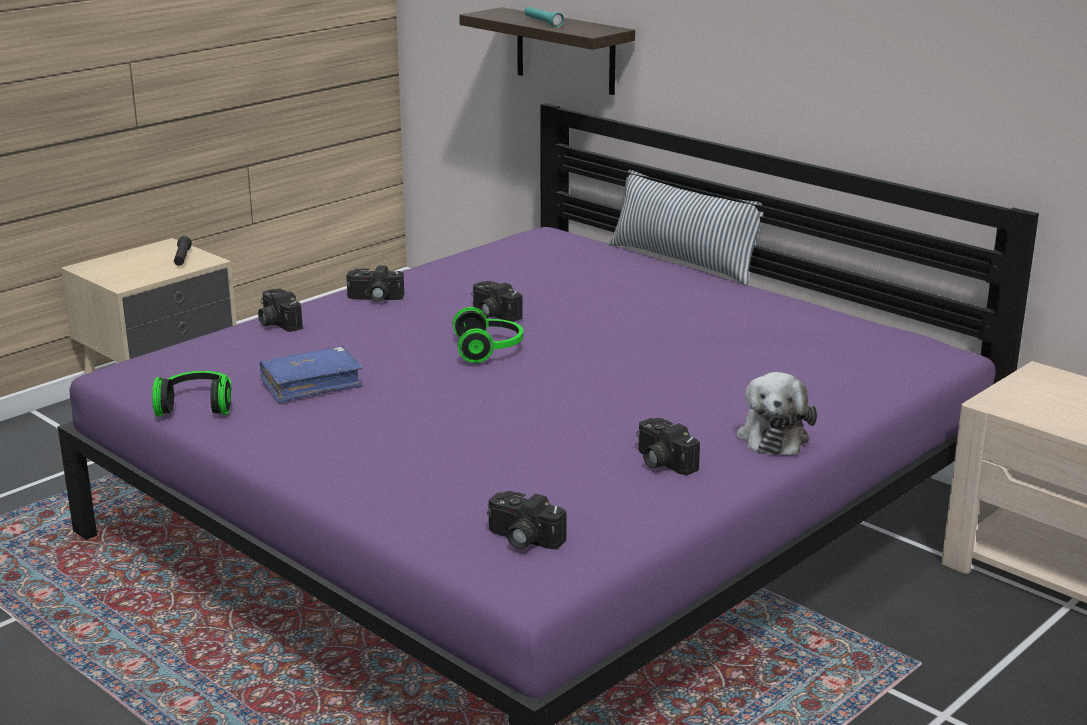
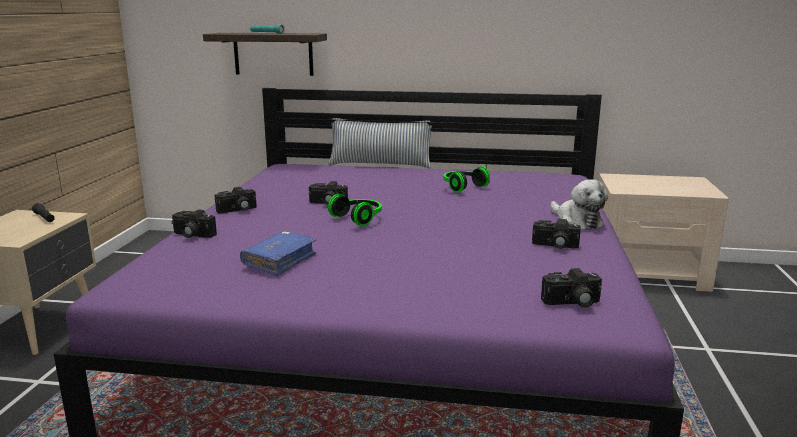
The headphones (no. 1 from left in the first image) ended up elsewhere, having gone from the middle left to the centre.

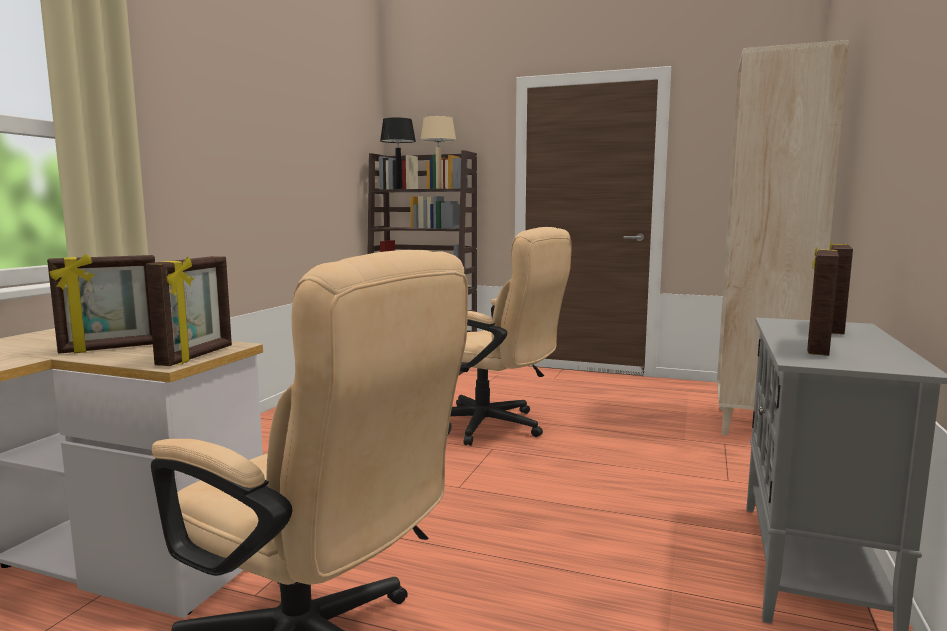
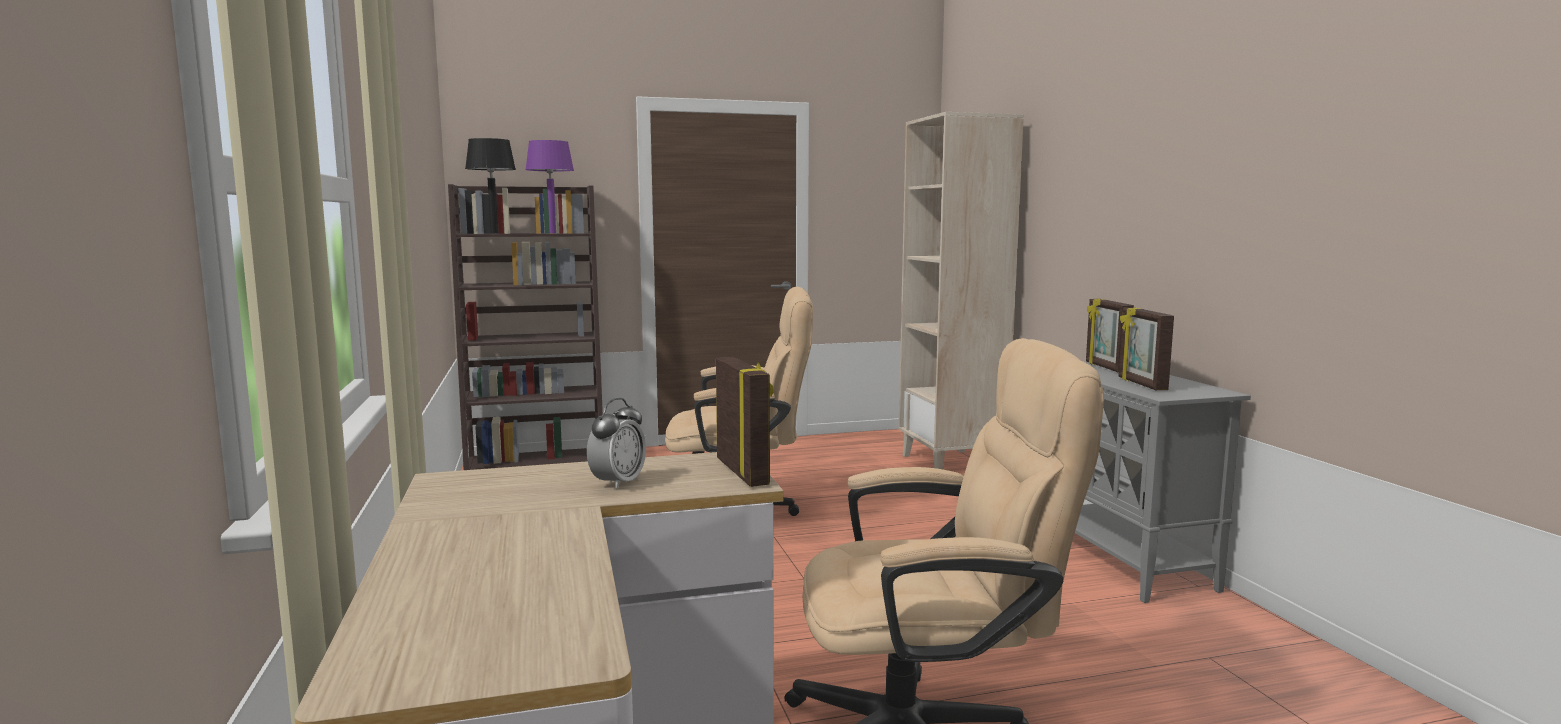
What was the beige table lamp at the top centre turned into the purple-coloured table lamp at the top centre. Where the standing frame (no. 1 from left) stood at the middle left, the alarm clock came to stand at the centre.

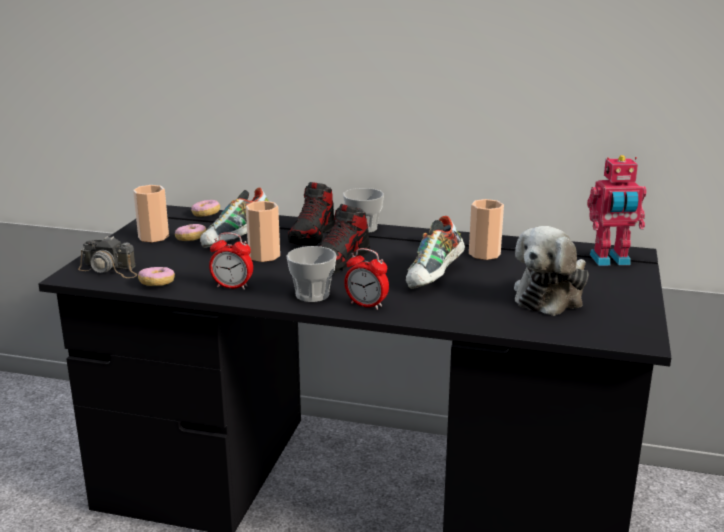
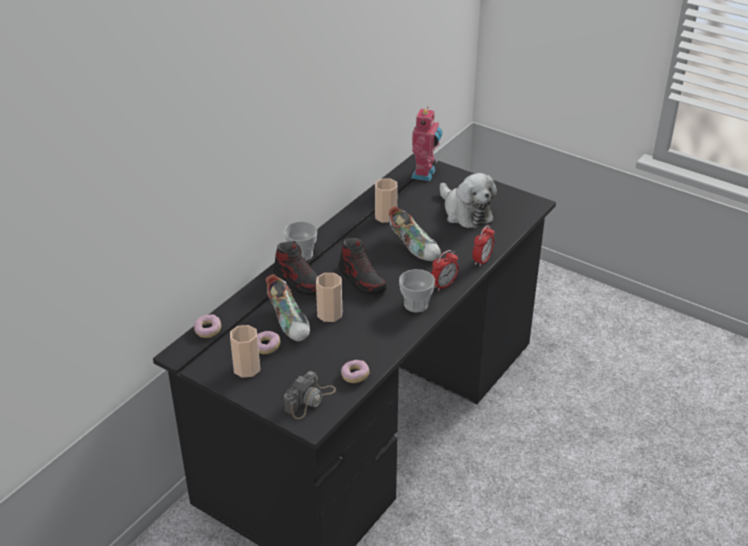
The alarm clock (no. 1 from left in the first image) ended up elsewhere, having gone from the middle left to the centre.

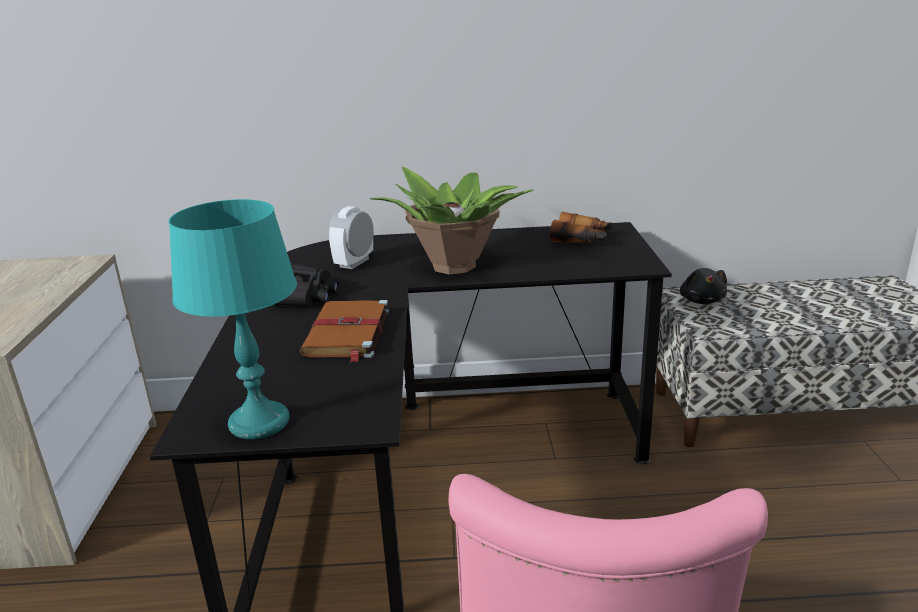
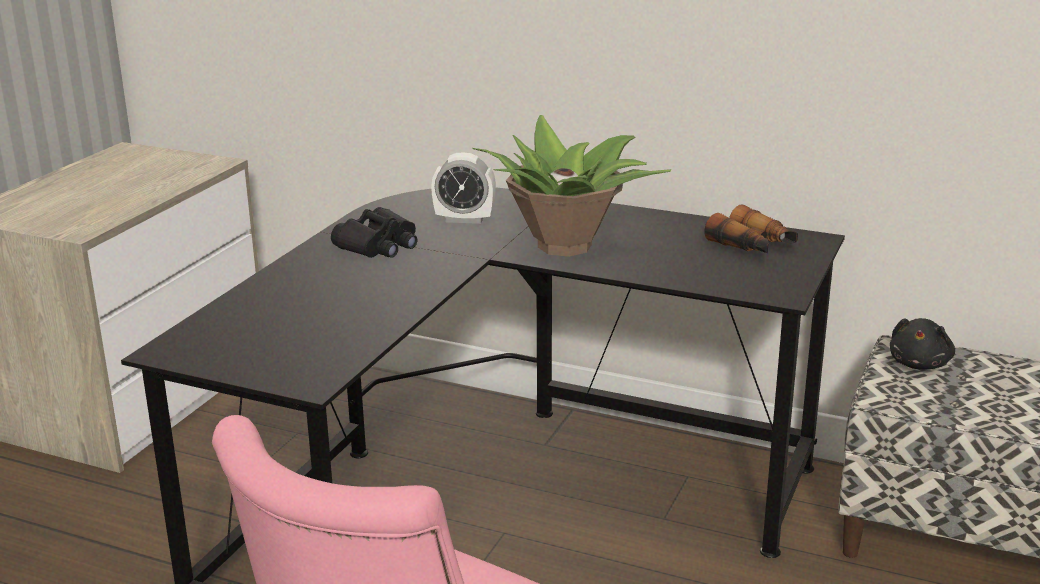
The alarm clock at the centre ended up facing another way, 135 degrees counterclockwise from before. The second view lost the turquoise-coloured table lamp at the middle left. The second view lost the brown-coloured volume at the centre.

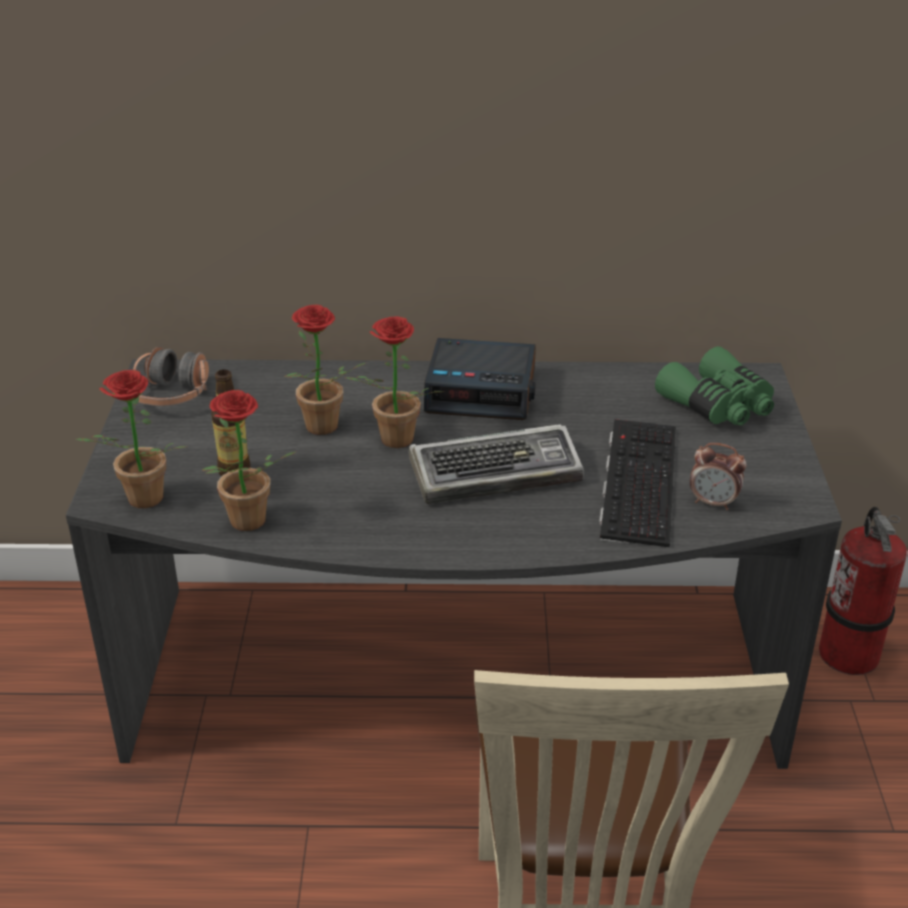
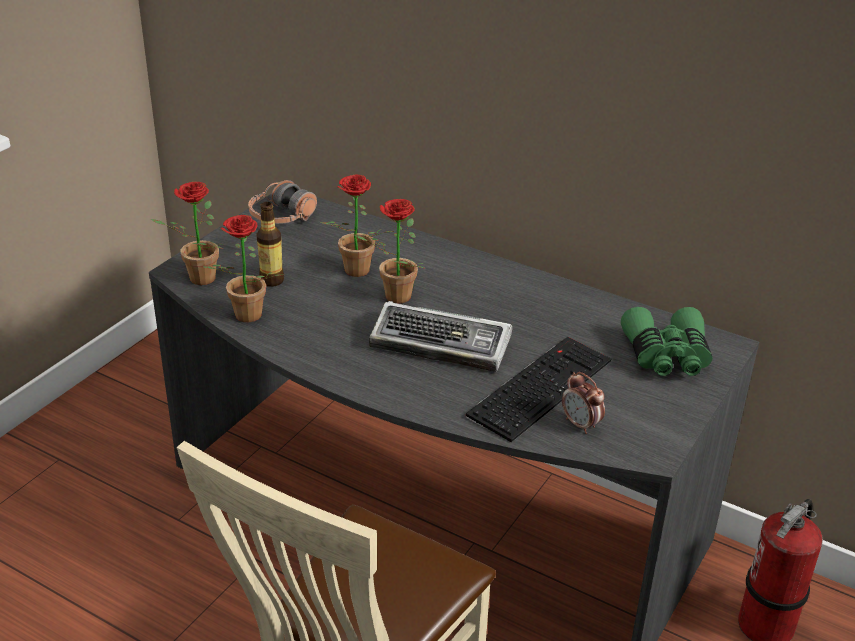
The second view lost the alarm clock (no. 1 from left) at the centre.

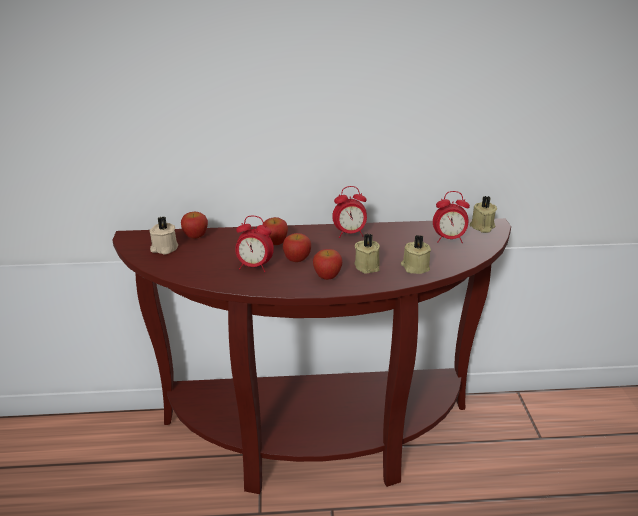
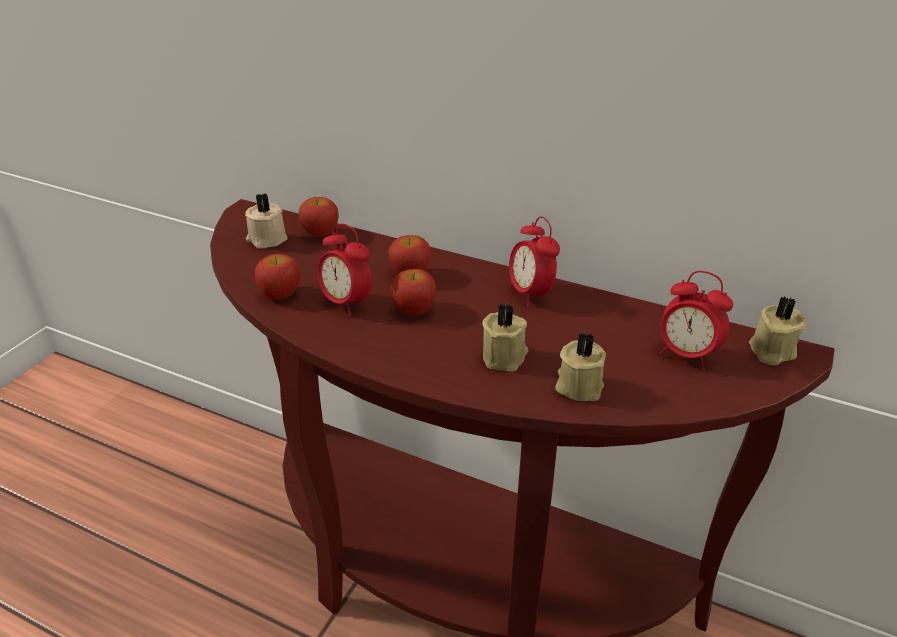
The whole apple (no. 4 from left in the first image) ended up elsewhere, having gone from the centre to the middle left. The alarm clock (no. 2 from left) at the centre ended up facing another way, 45 degrees clockwise from before.

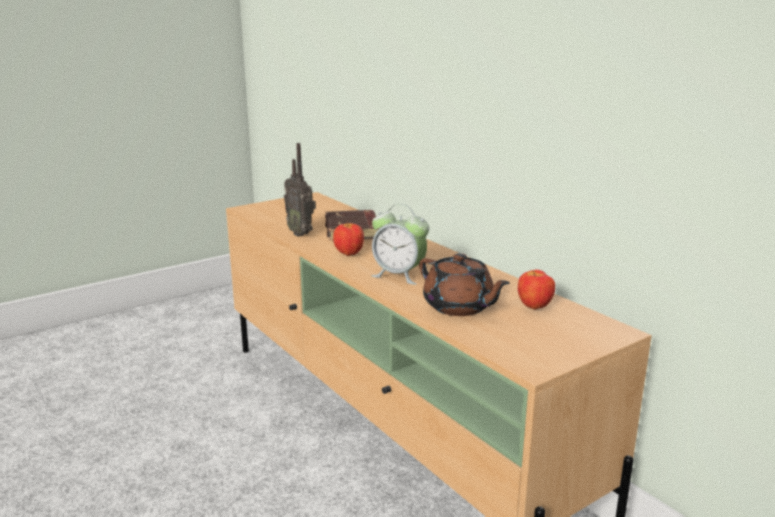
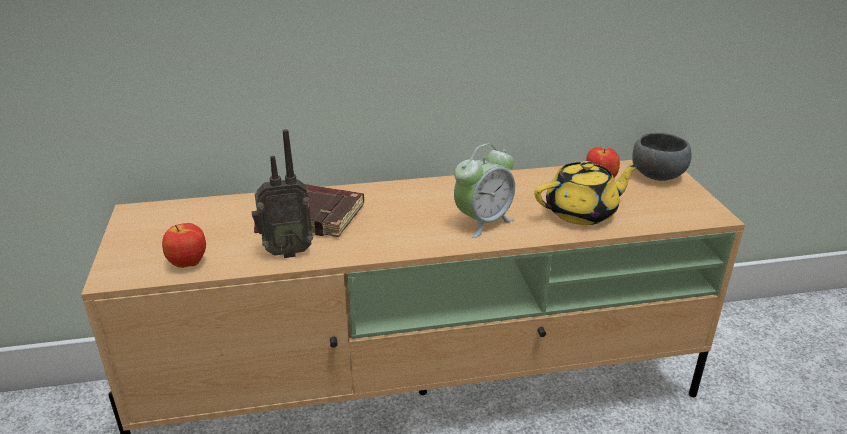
The whole apple (no. 1 from left) ended up elsewhere, having gone from the centre to the middle left. What was the brown-coloured tea pot at the centre turned into the yellowish tea pot at the middle right. The second view gained the gray deep dish at the middle right.

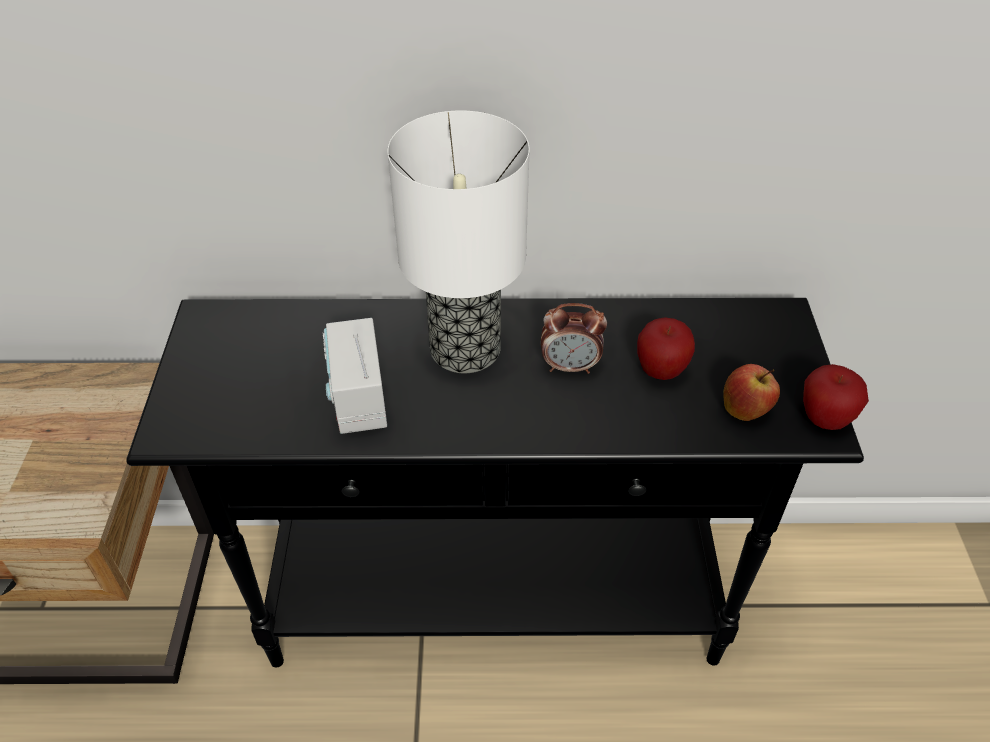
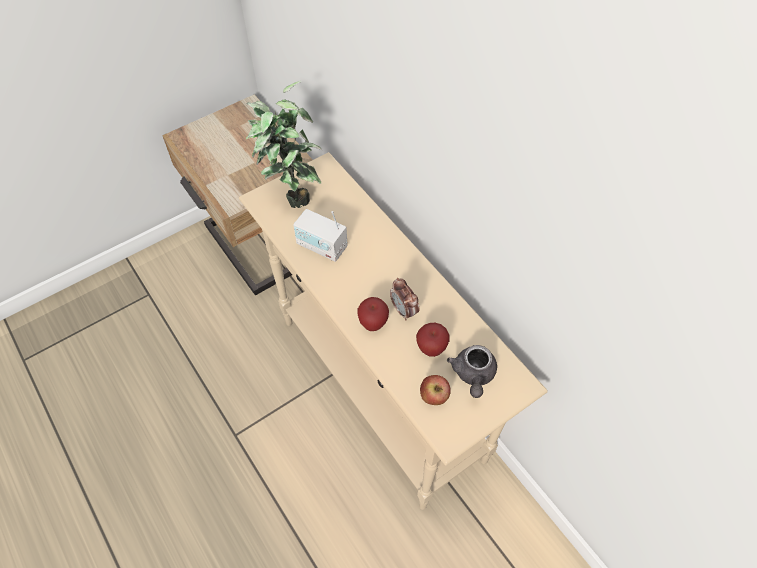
What was the black-coloured narrow table at the centre turned into the beige narrow table at the centre. The second view gained the plant in a pot at the top centre. The radio at the centre ended up facing another way, 105 degrees counterclockwise from before. The whole apple (no. 3 from left in the first image) ended up elsewhere, having gone from the middle right to the centre. The second view gained the gray tea pot at the centre. The second view lost the table lamp at the top centre.

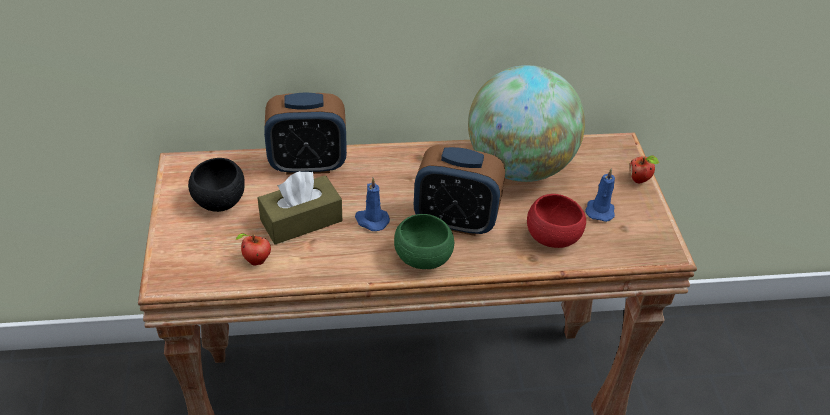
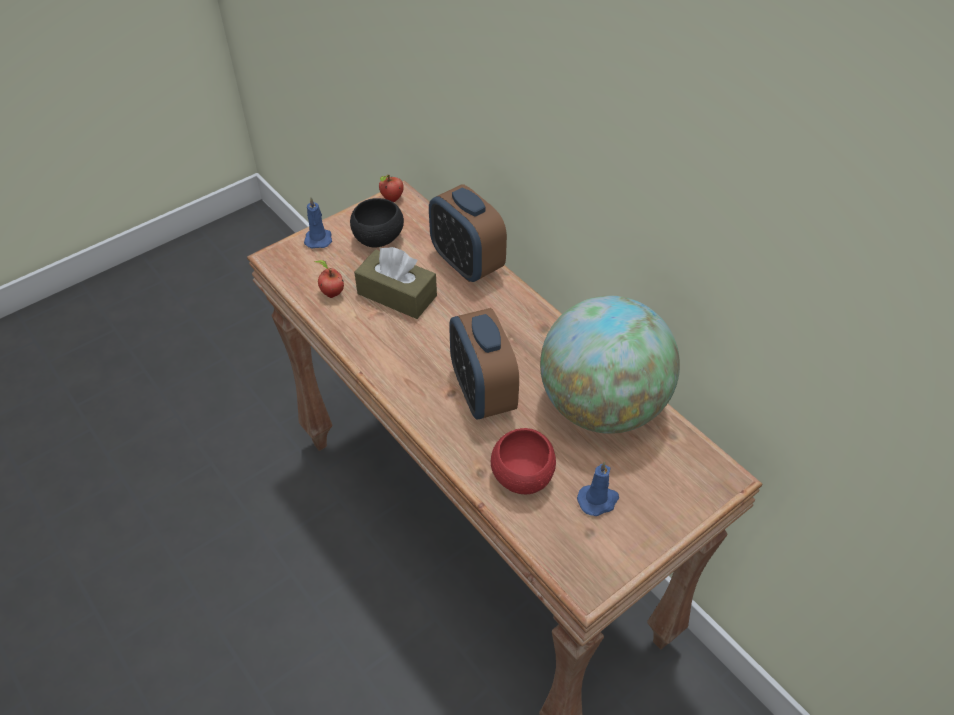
The blue-coloured wax light (no. 1 from left) ended up elsewhere, having gone from the centre to the top centre. The whole apple (no. 2 from left) ended up elsewhere, having gone from the middle right to the top centre. The second view lost the green-coloured deep dish at the centre.

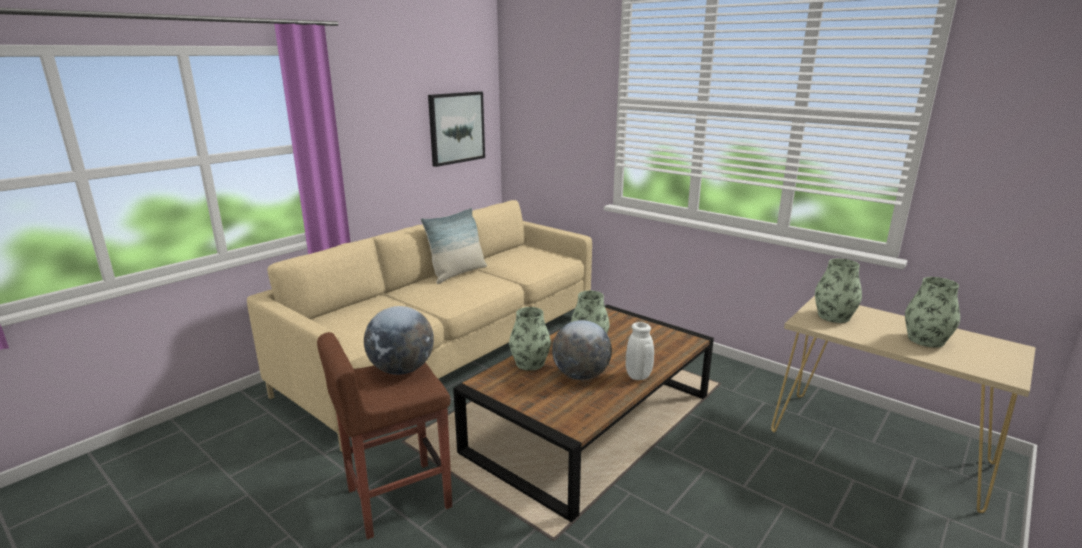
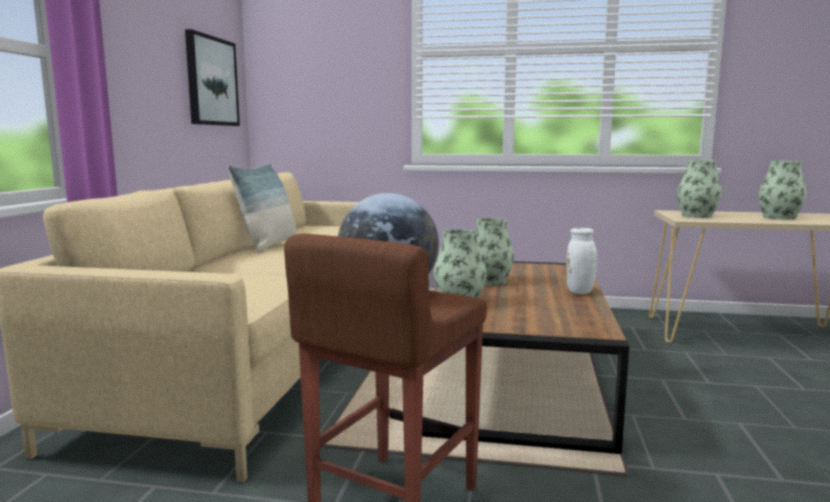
The second view lost the globe (no. 2 from left) at the centre.

